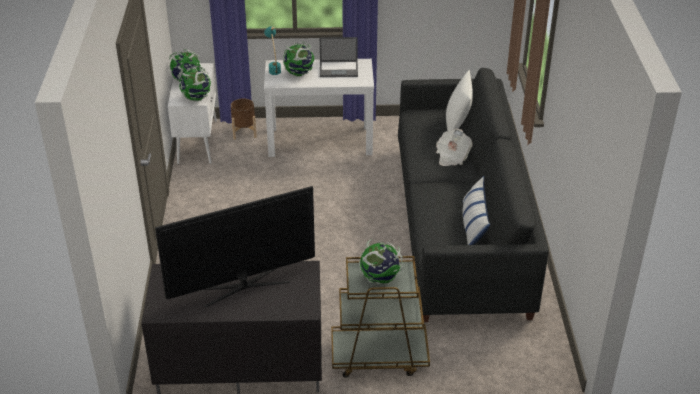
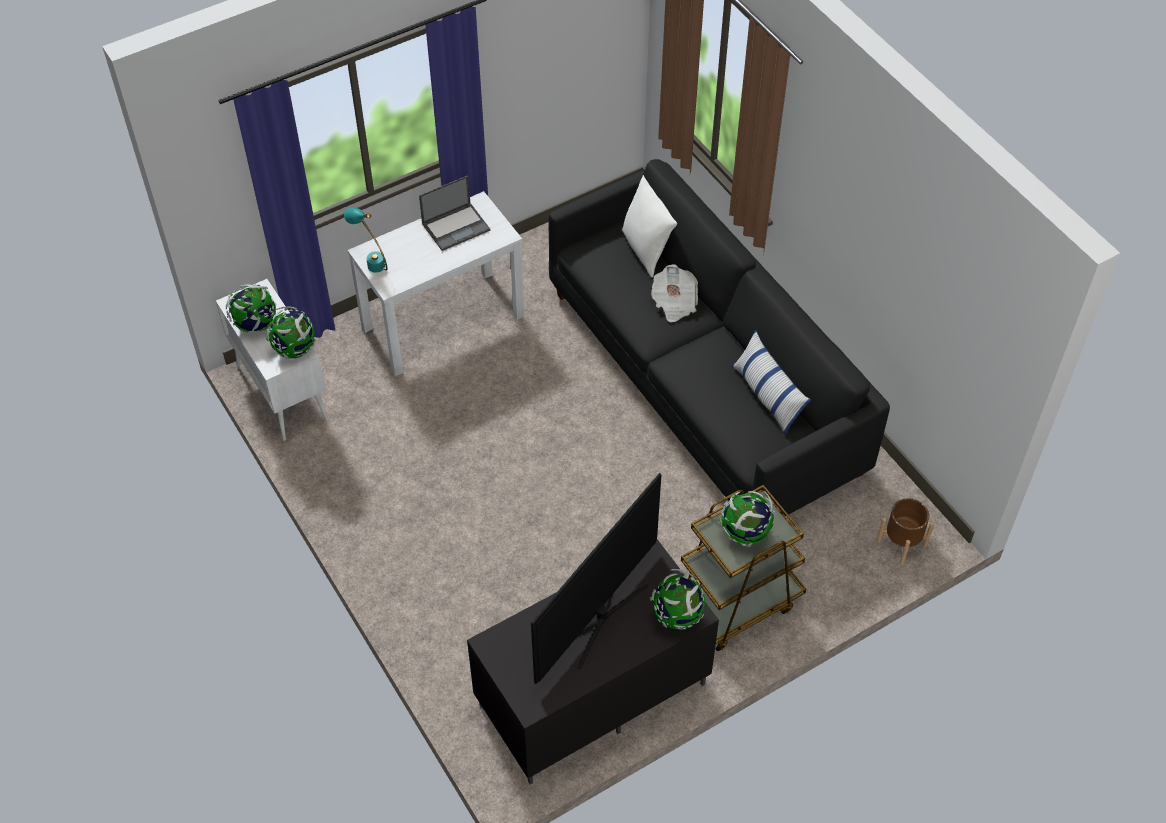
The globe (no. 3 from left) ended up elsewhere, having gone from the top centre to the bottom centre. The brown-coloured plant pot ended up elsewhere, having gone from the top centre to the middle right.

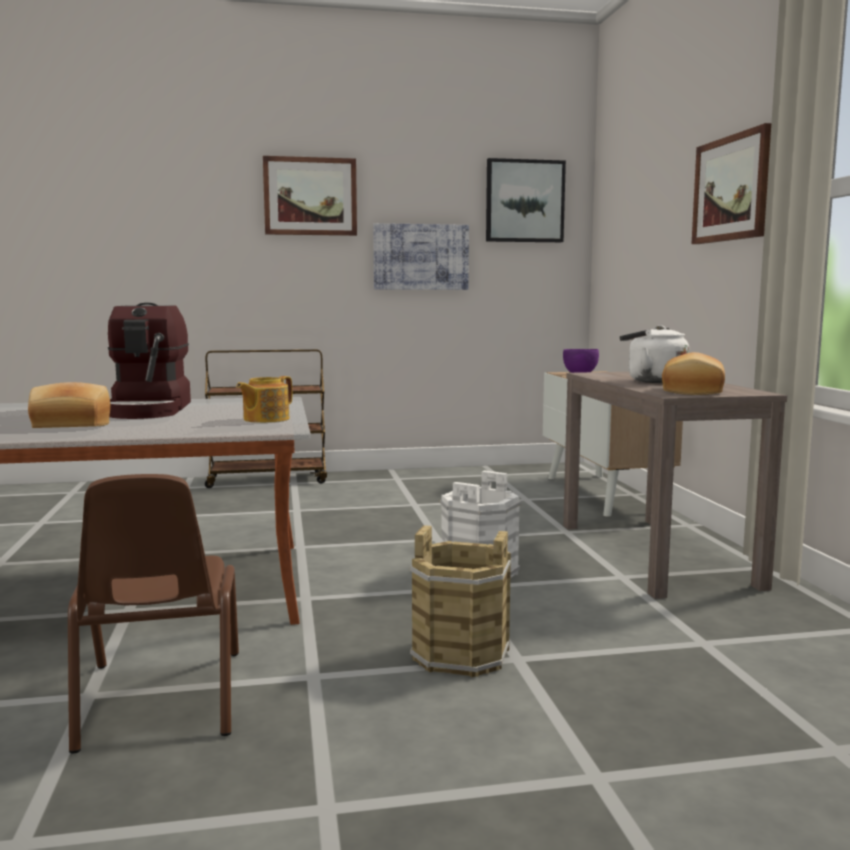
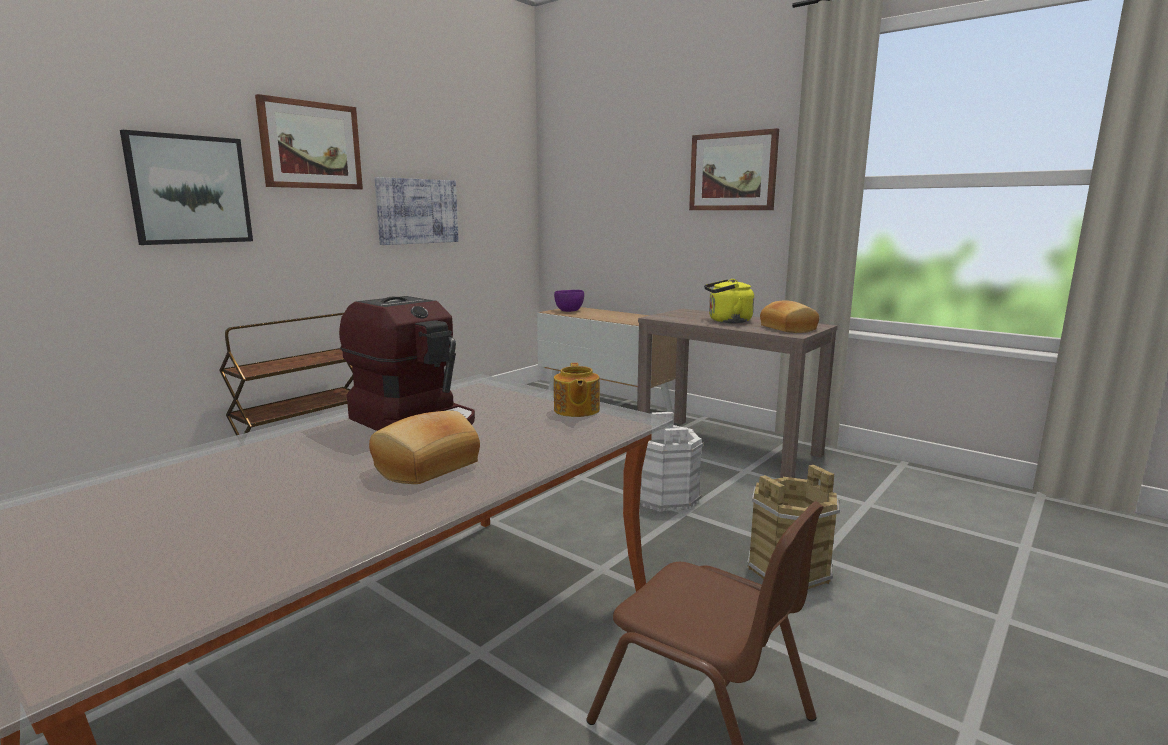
The picture (no. 3 from left in the first image) ended up elsewhere, having gone from the top centre to the top left. What was the whitish kettle at the middle right turned into the yellowish kettle at the centre.

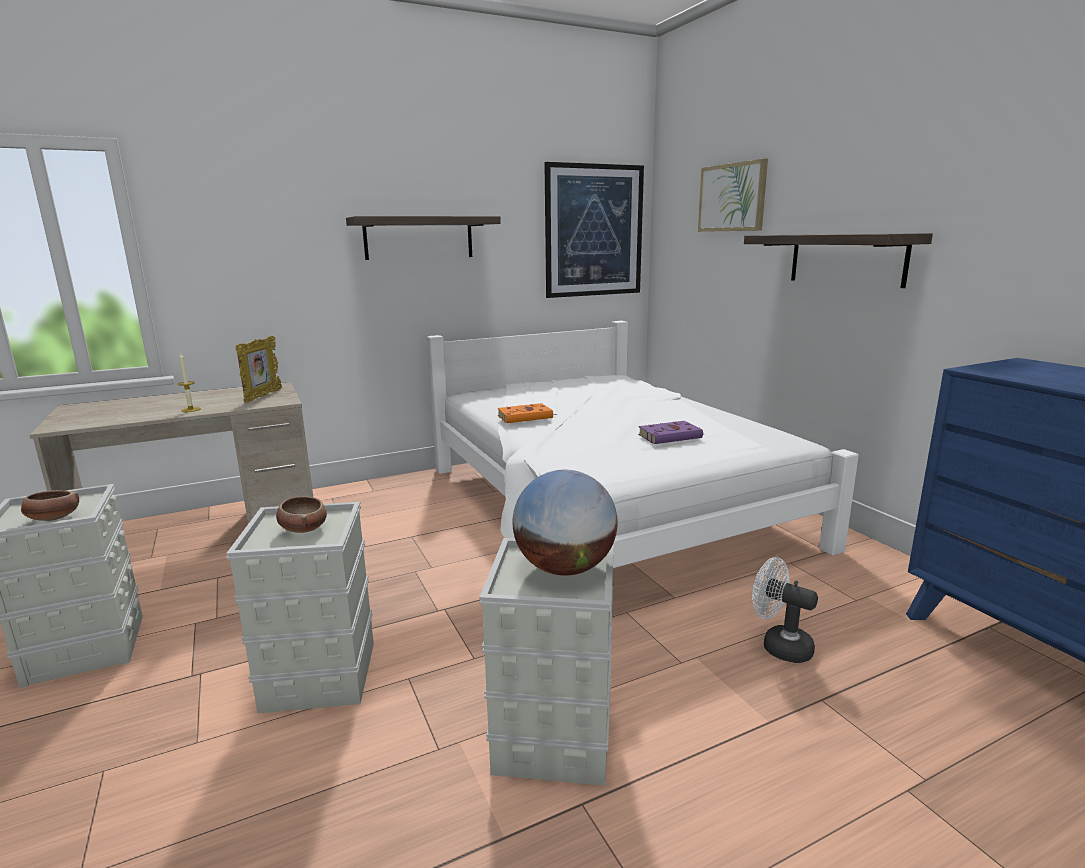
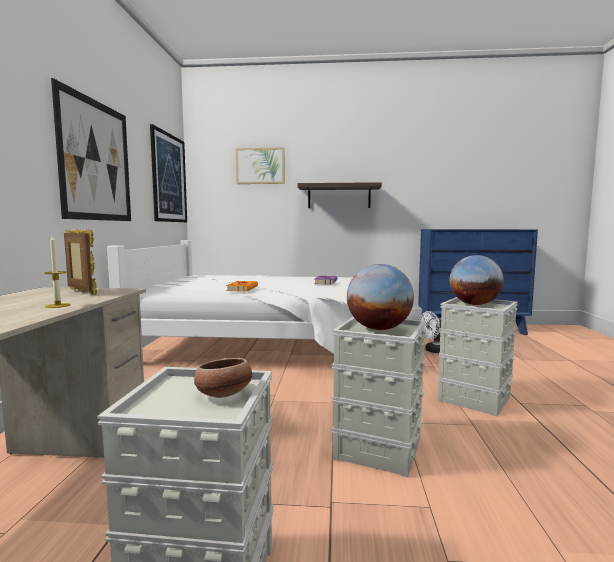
Where the wall shelf (no. 1 from left) hung at the top centre, the picture (no. 1 from left) came to hang at the top left. Where the deep dish (no. 2 from left) stood at the middle left, the globe (no. 1 from left) came to stand at the centre.

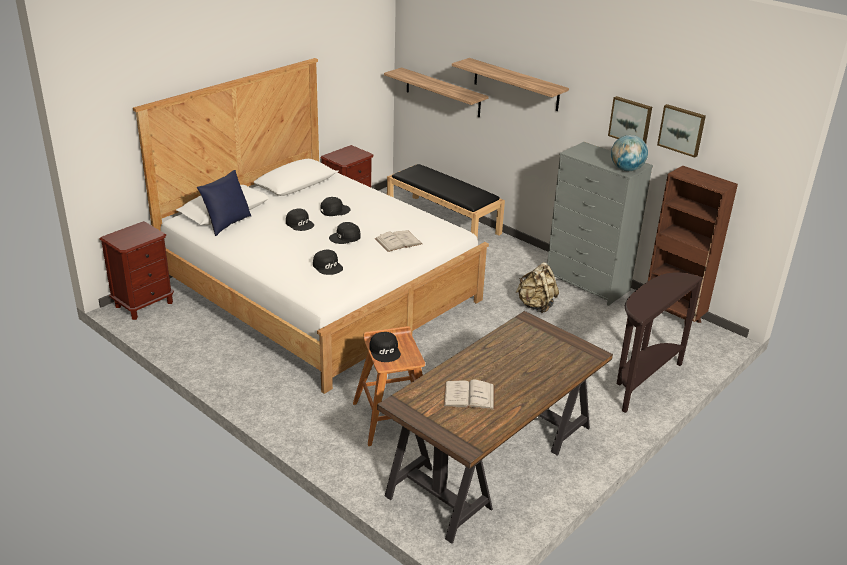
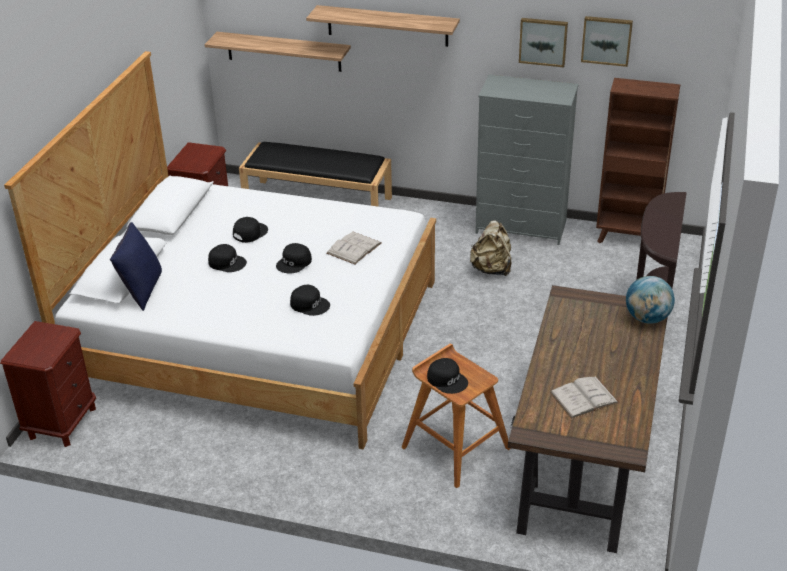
The globe ended up elsewhere, having gone from the top right to the middle right.

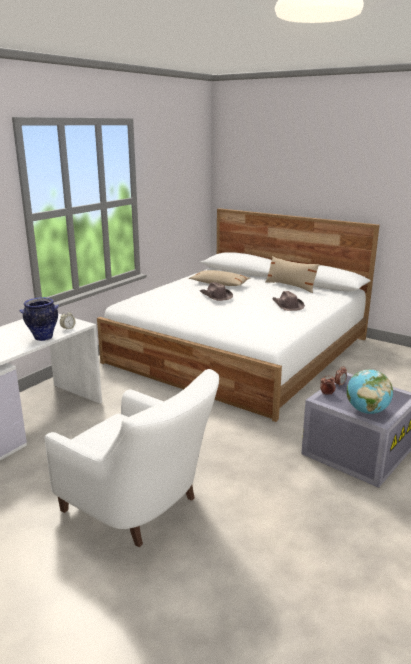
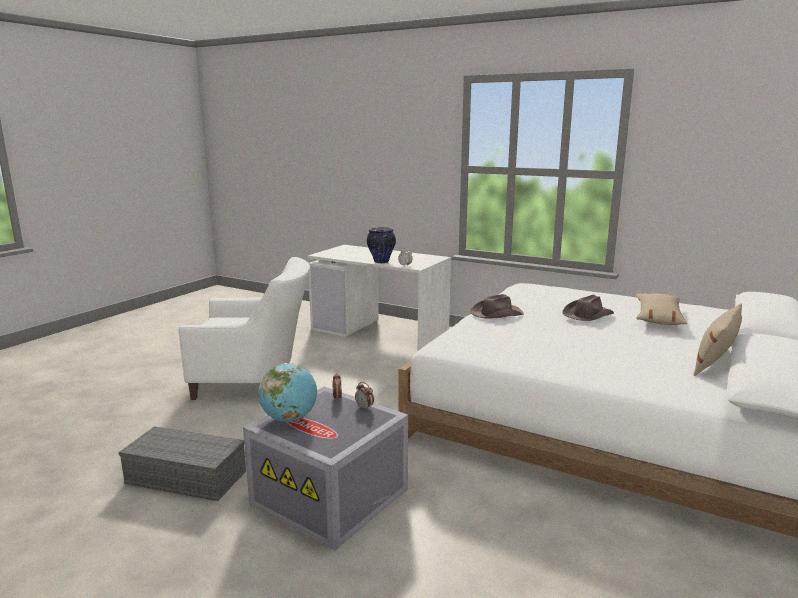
The second view gained the gray storage container (no. 1 from left) at the bottom left. The whitish easy chair at the bottom left ended up facing another way, 120 degrees counterclockwise from before. The brown-coloured clothing hat (no. 2 from left in the first image) ended up elsewhere, having gone from the middle right to the centre.

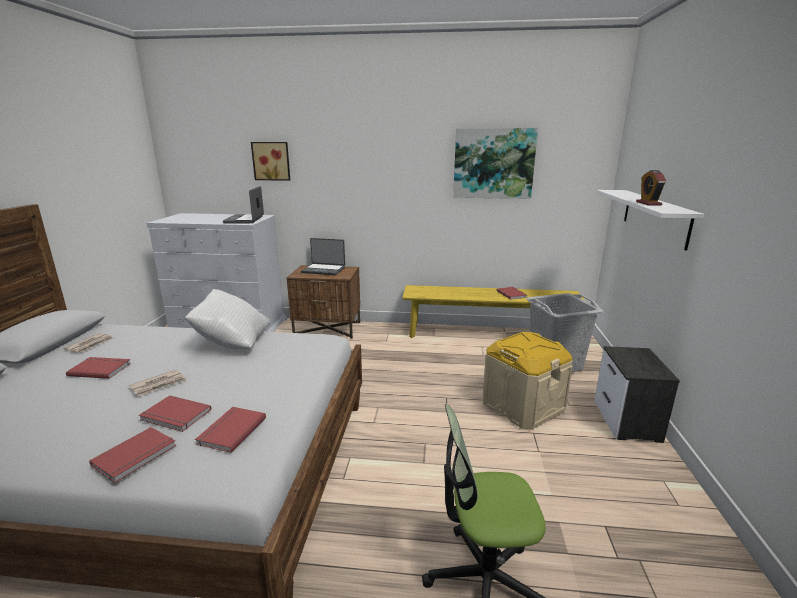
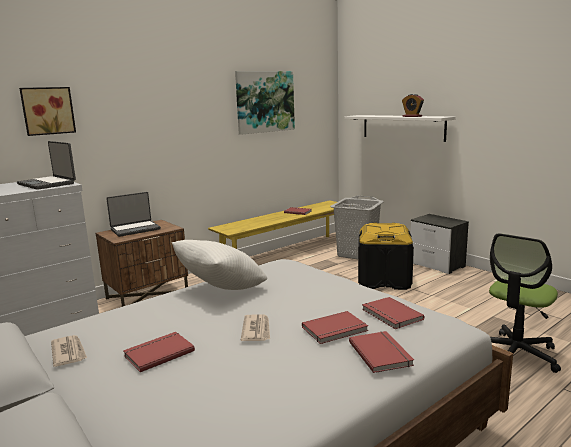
What was the beige storage container at the centre turned into the black-coloured storage container at the middle right.

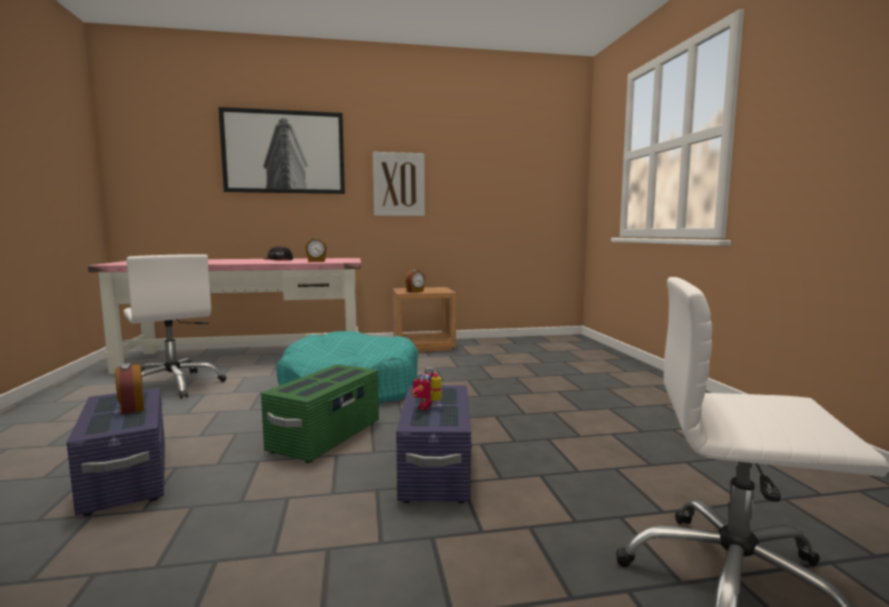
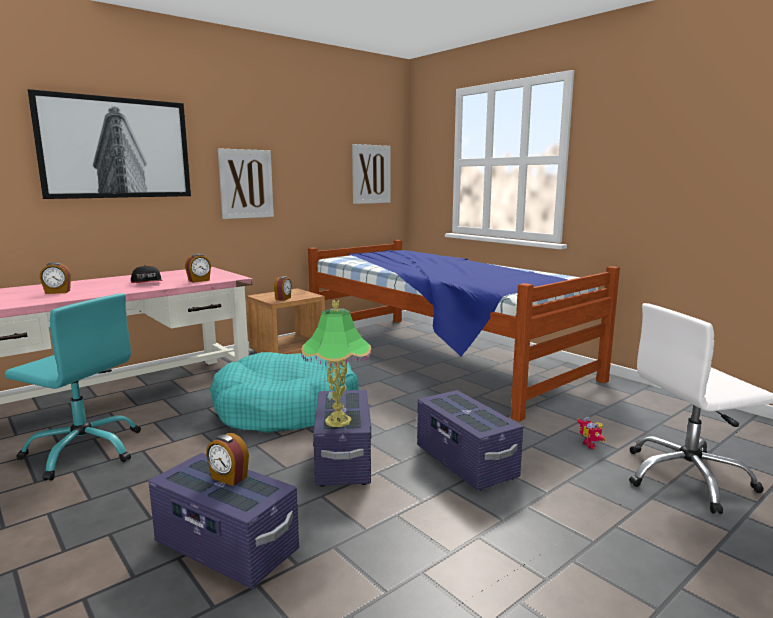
What was the whitish computer chair (no. 1 from left) at the middle left turned into the turquoise-coloured computer chair at the middle left. The second view gained the alarm clock (no. 1 from left) at the middle left. The second view gained the table lamp at the centre. The second view gained the sleeping bed at the centre. What was the green-coloured storage container at the bottom centre turned into the purple-coloured storage container (no. 2 from left) at the bottom centre. The second view gained the picture (no. 3 from left) at the top centre. The robot figure ended up elsewhere, having gone from the centre to the bottom right.

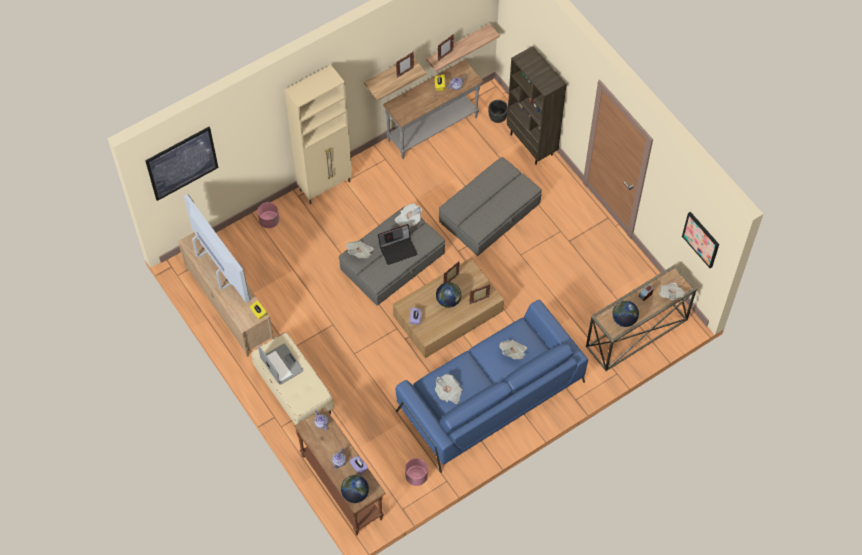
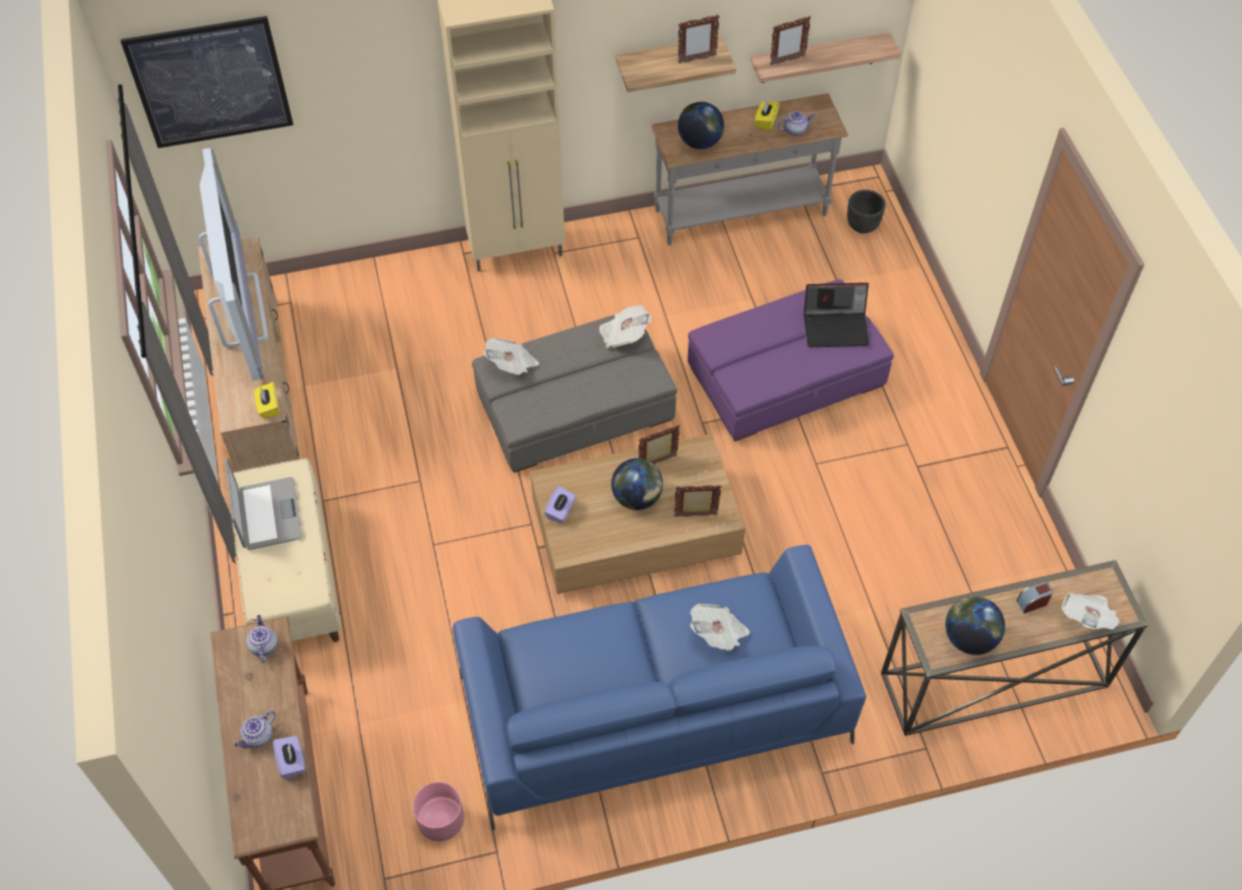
The globe (no. 1 from left in the first image) ended up elsewhere, having gone from the bottom centre to the top centre. What was the gray pouffe (no. 2 from left) at the centre turned into the purple-coloured pouffe at the centre. The laptop (no. 2 from left) ended up elsewhere, having gone from the centre to the middle right. The second view lost the pink plant pot (no. 1 from left) at the middle left. The second view lost the newspaper (no. 3 from left) at the bottom centre. The second view lost the brown-coloured shelving unit at the top centre. The second view lost the picture (no. 2 from left) at the middle right.

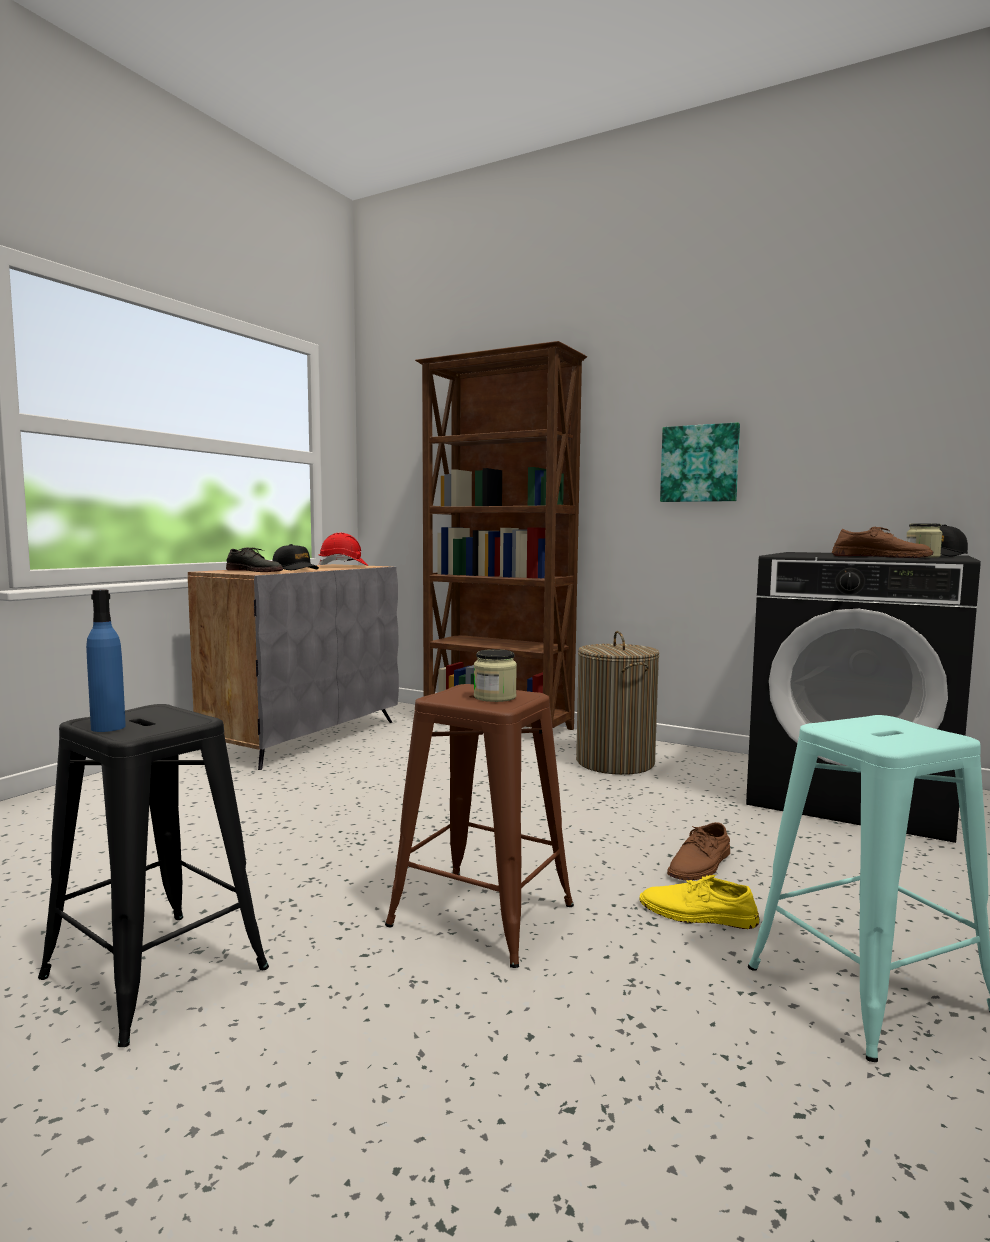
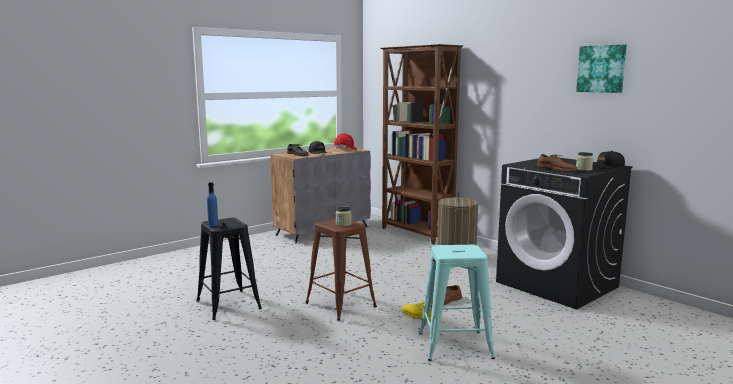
The picture ended up elsewhere, having gone from the middle right to the top right.

